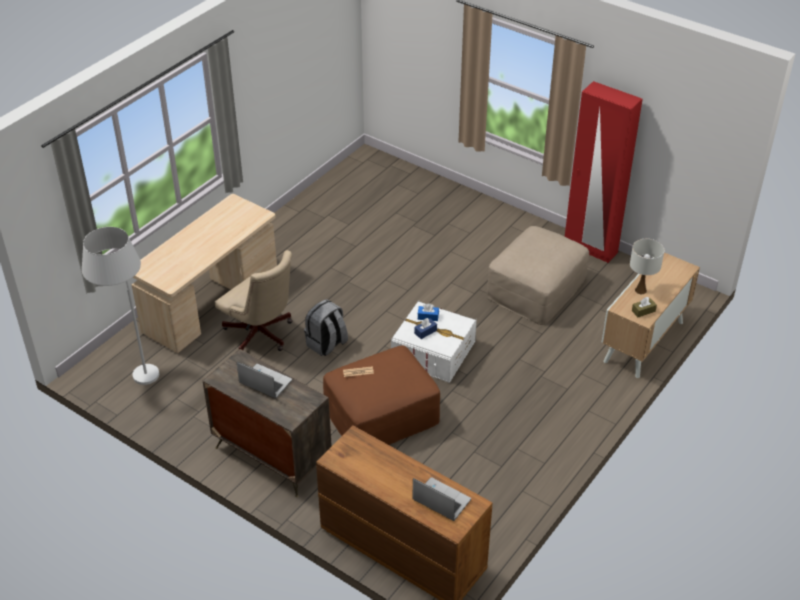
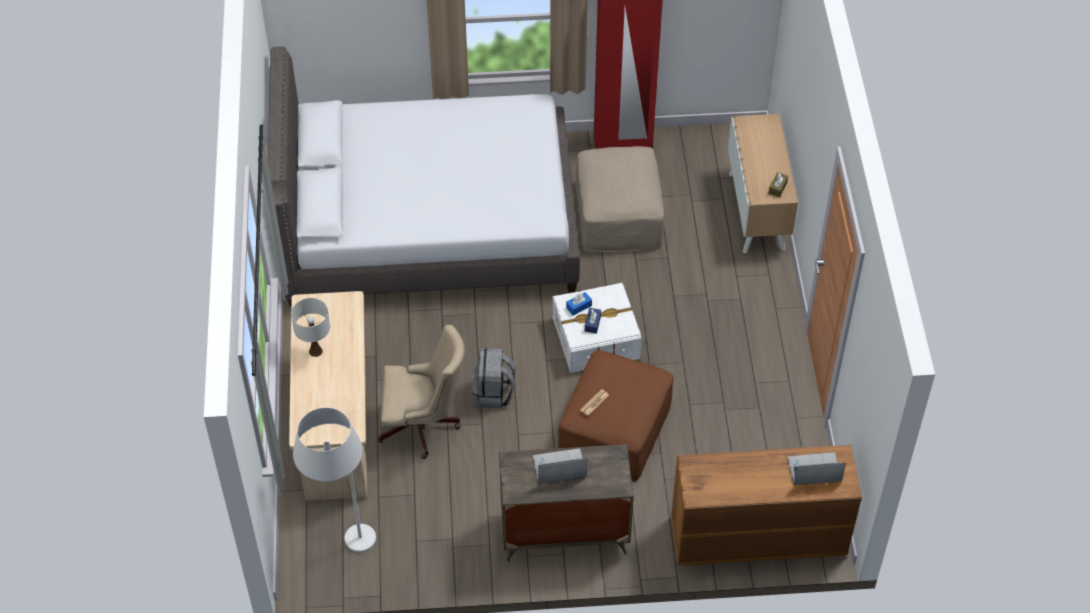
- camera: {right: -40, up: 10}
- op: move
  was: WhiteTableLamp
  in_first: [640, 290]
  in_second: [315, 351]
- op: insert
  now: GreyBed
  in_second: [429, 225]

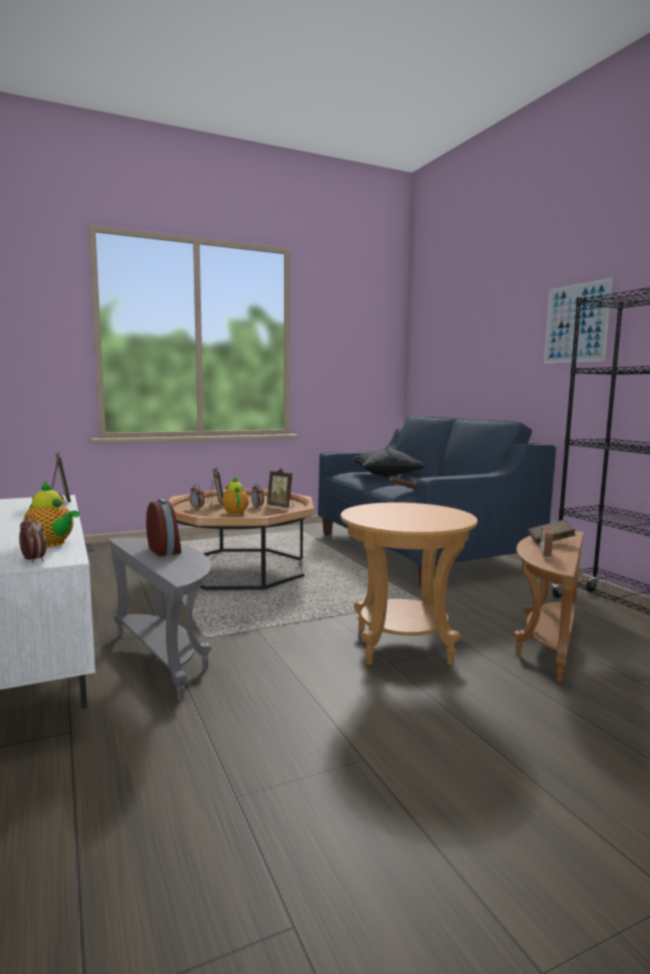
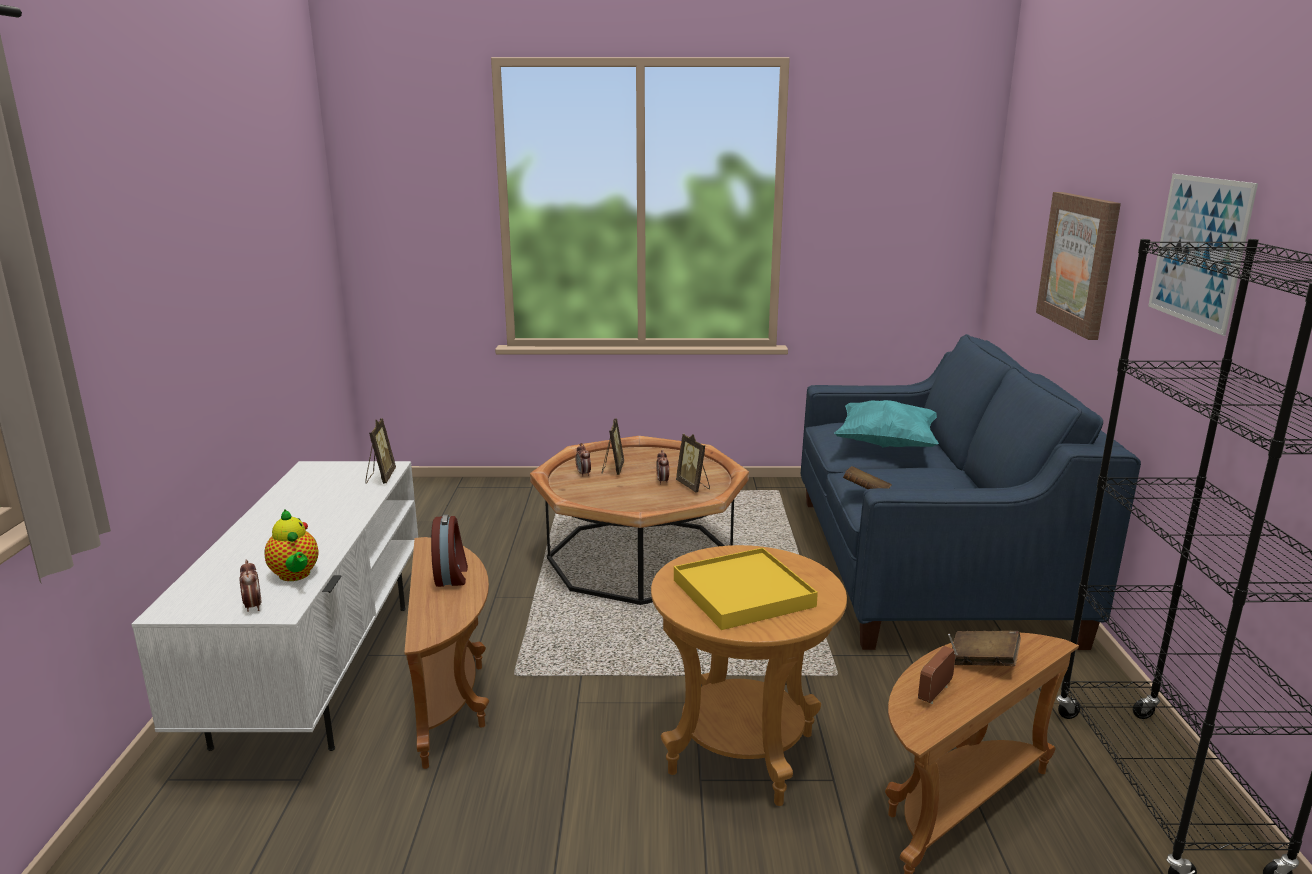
- camera: {right: 25, up: 10}
- op: recolor
  was: GreySideTable
  now: BrownSideTable
  in_first: [166, 658]
  in_second: [452, 698]
- op: delete
  was: Teapot
  in_first: [235, 512]
- op: recolor
  was: BlackPillow
  now: TurquoisePillow
  in_first: [386, 476]
  in_second: [886, 445]
- op: insert
  now: YellowTray
  in_second: [742, 593]
- op: insert
  now: Picture
  in_second: [1079, 262]

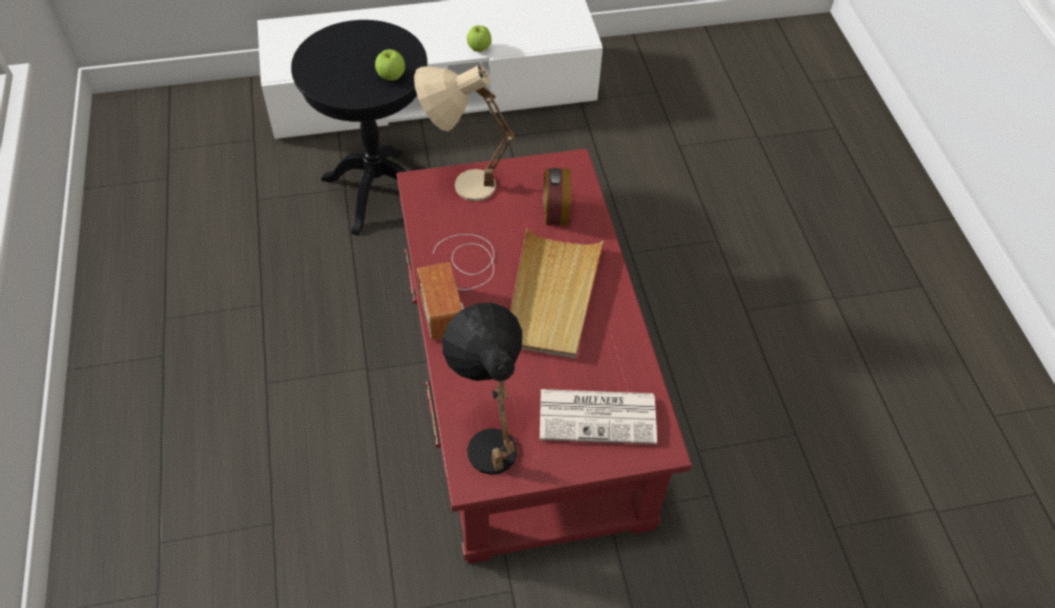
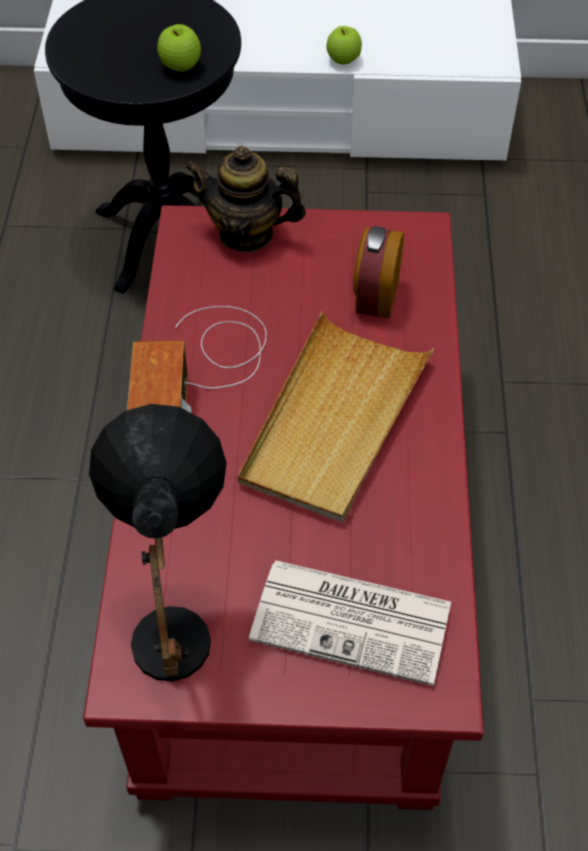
- camera: {right: 15, up: 0}
- op: replace
  was: BeigeTableLamp
  now: Teapot
  in_first: [459, 183]
  in_second: [246, 234]

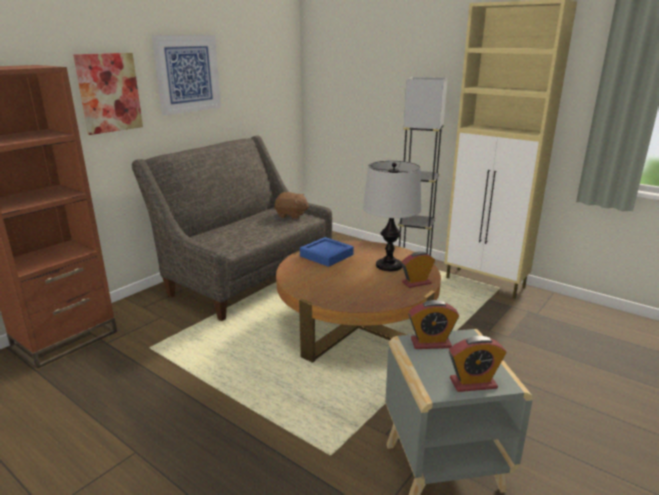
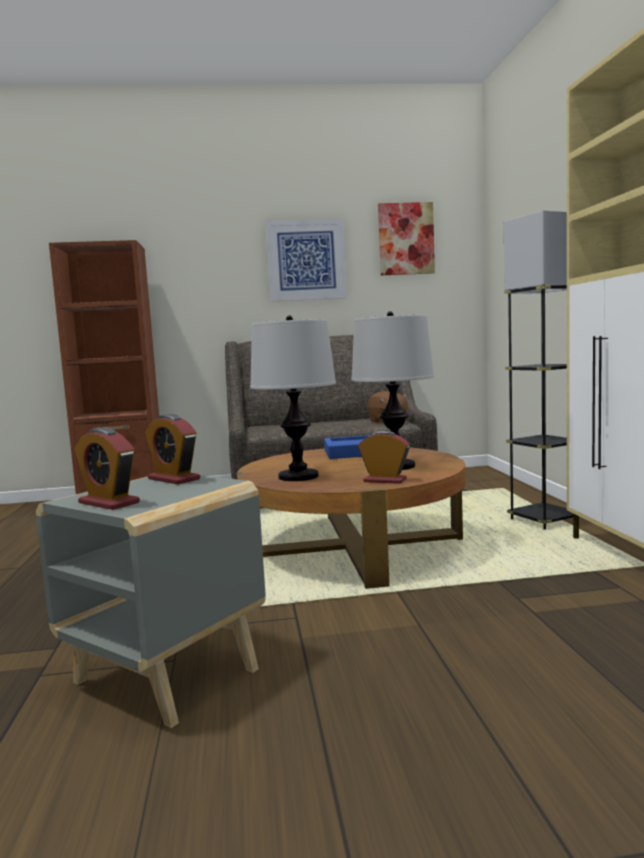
- camera: {right: 45, up: -15}
- op: move
  was: Picture
  in_first: [109, 93]
  in_second: [406, 239]
- op: insert
  now: TableLamp
  in_second: [297, 476]

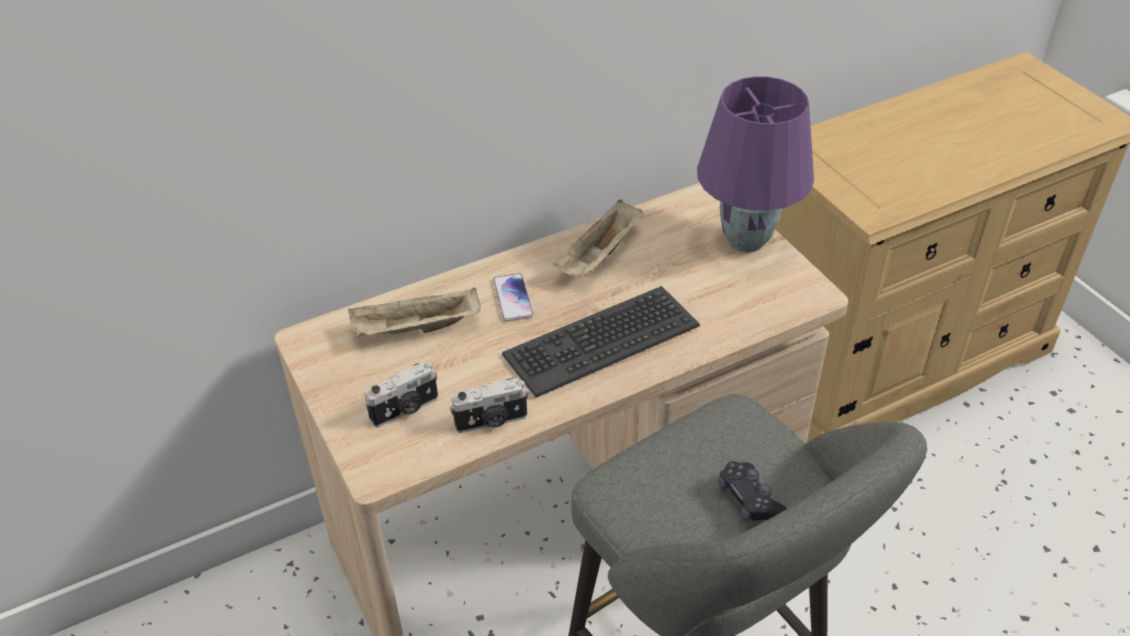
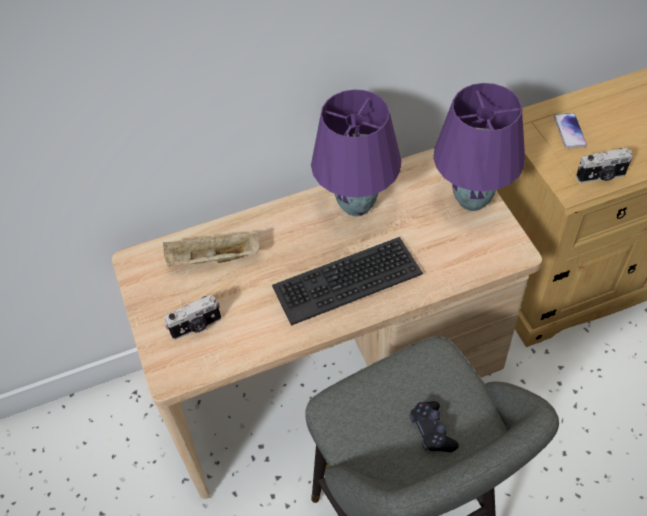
- camera: {right: 10, up: 10}
- op: move
  was: PhotoCamera
  in_first: [491, 422]
  in_second: [601, 177]
- op: move
  was: Phone
  in_first: [512, 298]
  in_second: [569, 131]
- op: replace
  was: BeigeTray
  now: PurpleTableLamp
  in_first: [600, 256]
  in_second: [357, 206]

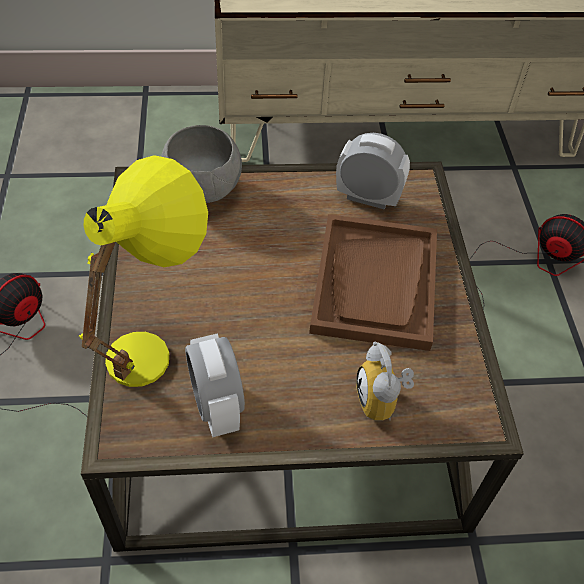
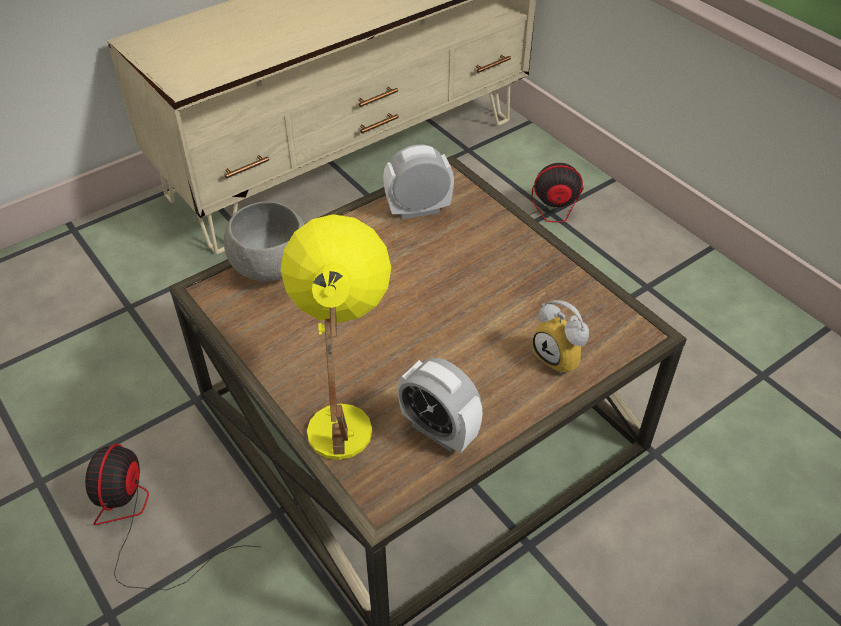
- camera: {right: -30, up: -5}
- op: delete
  was: BrownTray
  in_first: [375, 283]

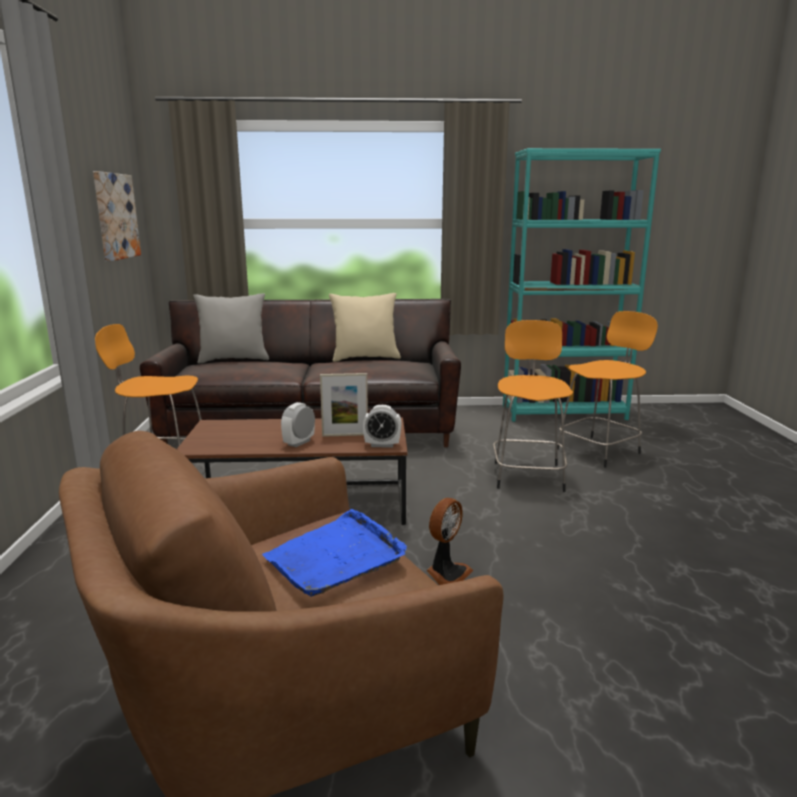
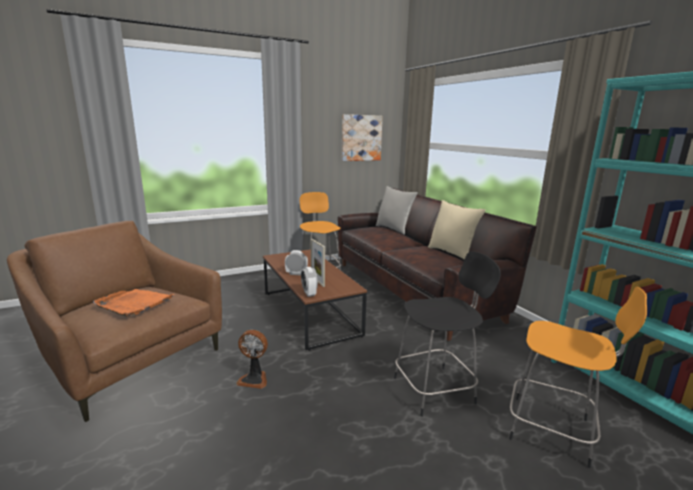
- camera: {right: 65, up: 0}
- op: recolor
  was: BlueTray
  now: OrangeTray
  in_first: [336, 557]
  in_second: [134, 303]
- op: recolor
  was: OrangeStool
  now: BlackStool
  in_first: [528, 475]
  in_second: [436, 389]

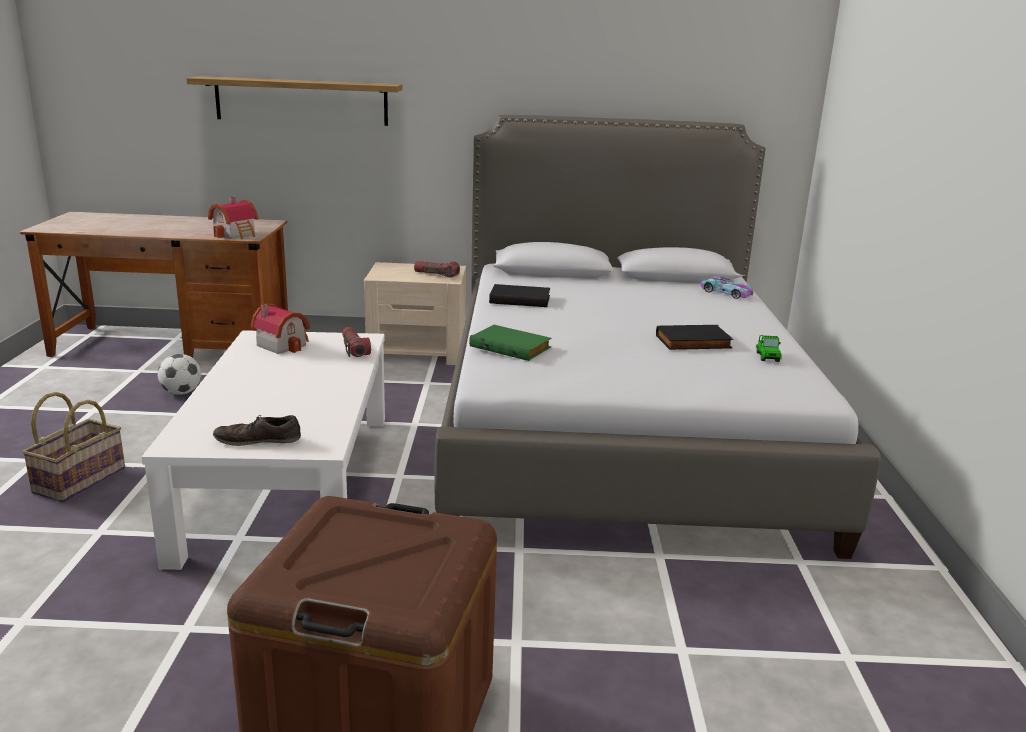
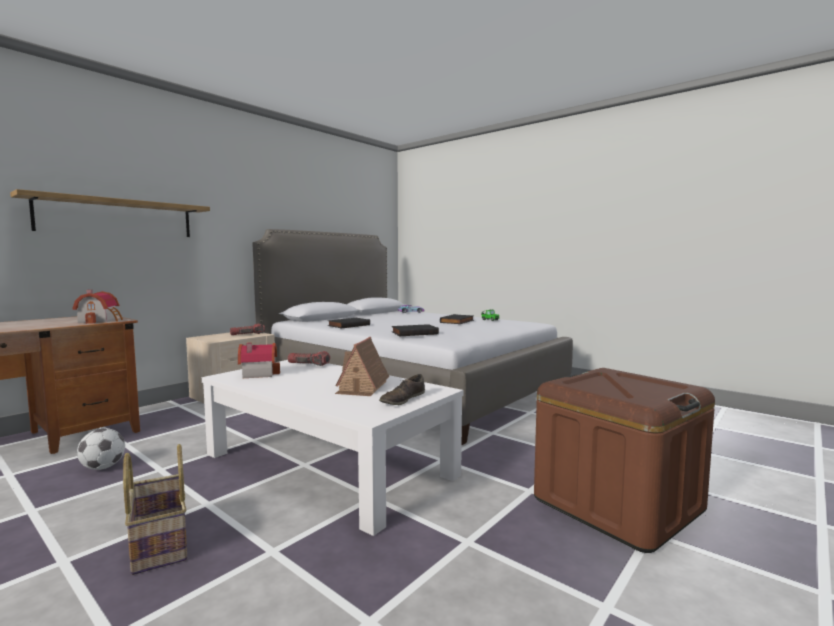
- camera: {right: -50, up: -15}
- op: recolor
  was: GreenBook
  now: BlackBook
  in_first: [511, 346]
  in_second: [414, 333]
- op: insert
  now: ToyHouse
  in_second: [362, 387]

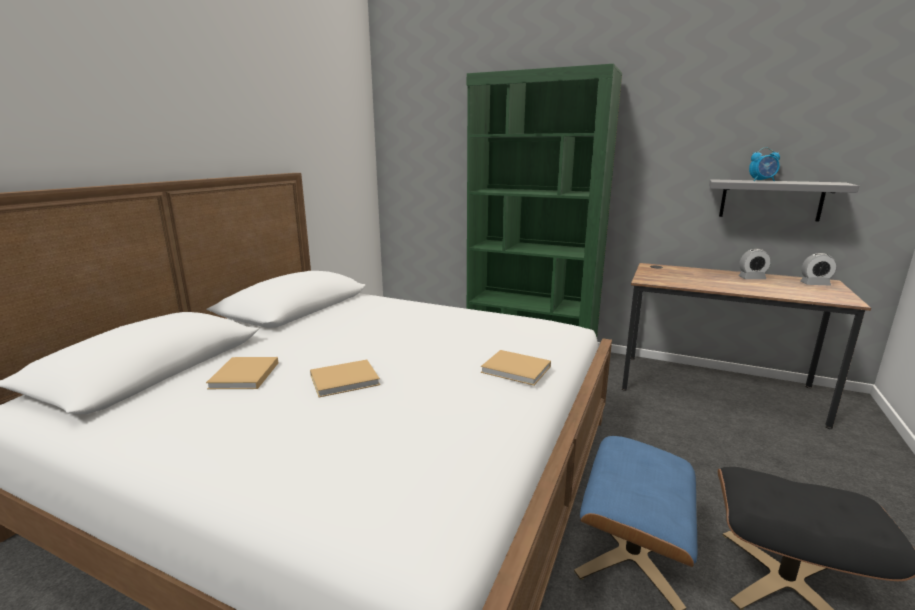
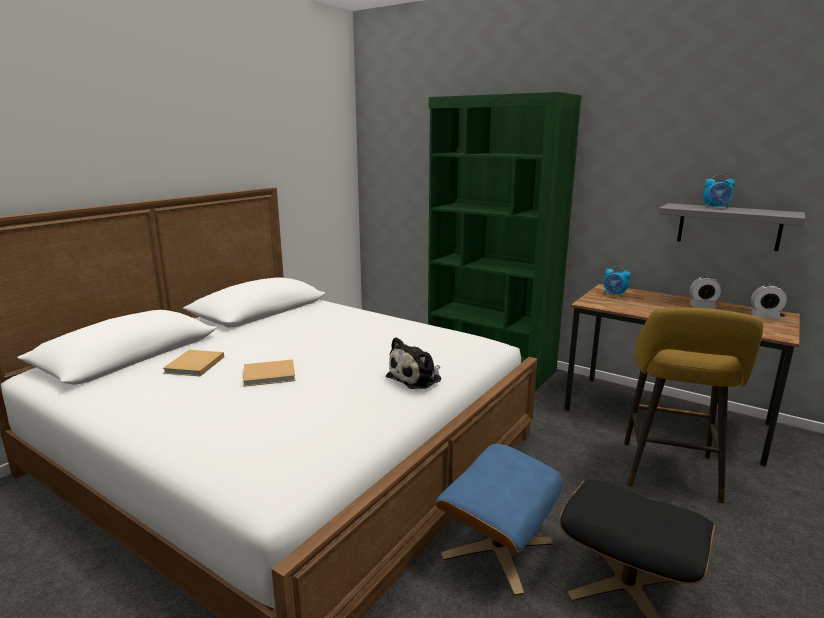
- camera: {right: 10, up: 0}
- op: replace
  was: BeigeBook
  now: PlushToy
  in_first: [517, 370]
  in_second: [416, 378]
- op: insert
  now: AlarmClock
  in_second: [614, 295]
- op: insert
  now: YellowStool
  in_second: [670, 474]

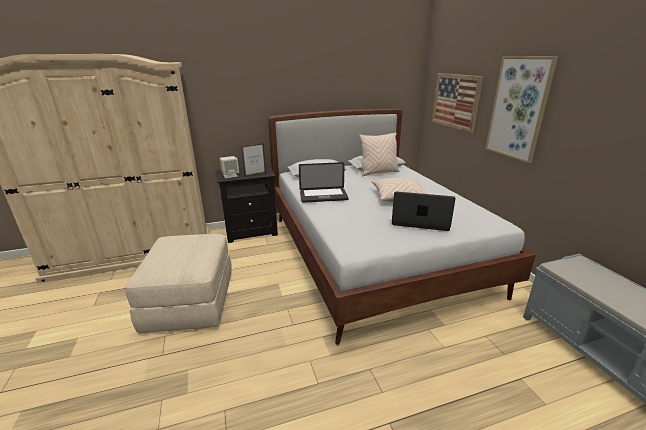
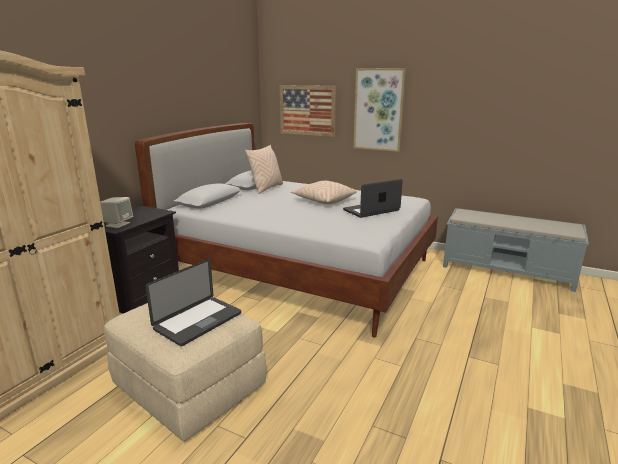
- camera: {right: -45, up: -5}
- op: delete
  was: PictureFrame
  in_first: [255, 174]
- op: move
  was: Laptop
  in_first: [323, 196]
  in_second: [198, 321]

